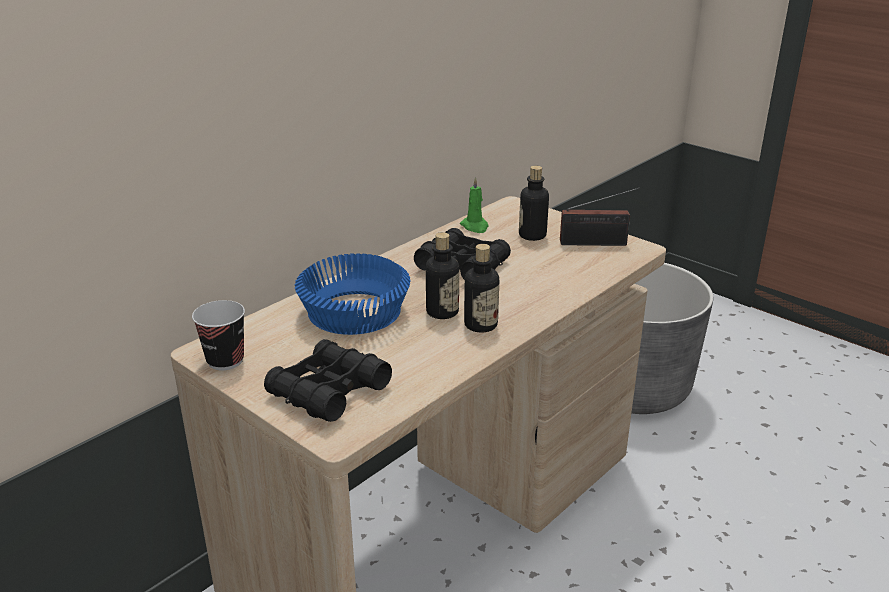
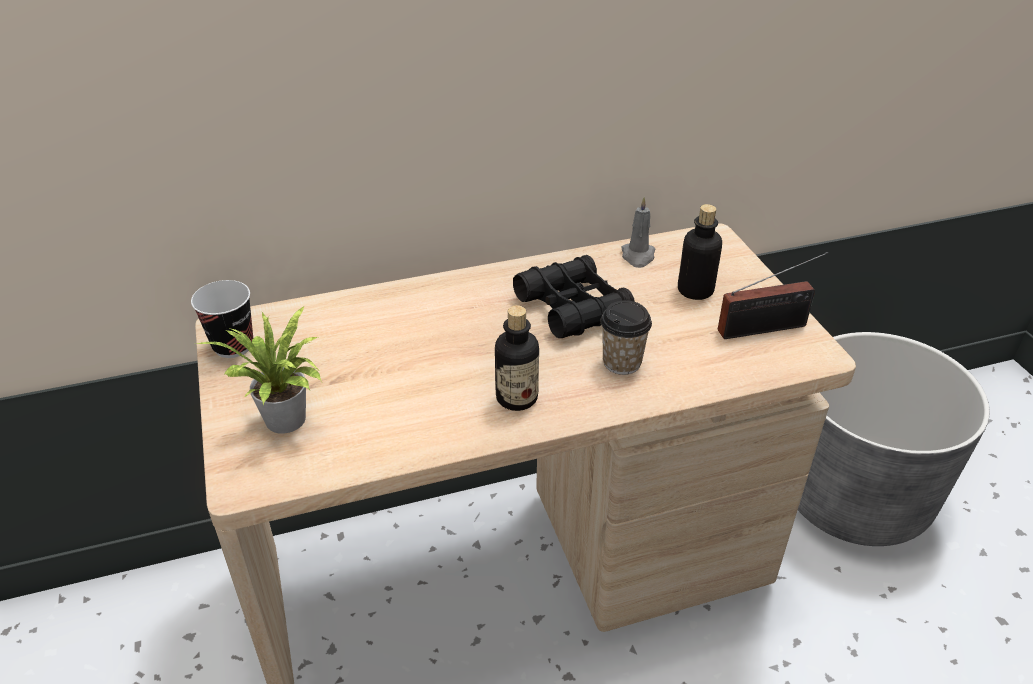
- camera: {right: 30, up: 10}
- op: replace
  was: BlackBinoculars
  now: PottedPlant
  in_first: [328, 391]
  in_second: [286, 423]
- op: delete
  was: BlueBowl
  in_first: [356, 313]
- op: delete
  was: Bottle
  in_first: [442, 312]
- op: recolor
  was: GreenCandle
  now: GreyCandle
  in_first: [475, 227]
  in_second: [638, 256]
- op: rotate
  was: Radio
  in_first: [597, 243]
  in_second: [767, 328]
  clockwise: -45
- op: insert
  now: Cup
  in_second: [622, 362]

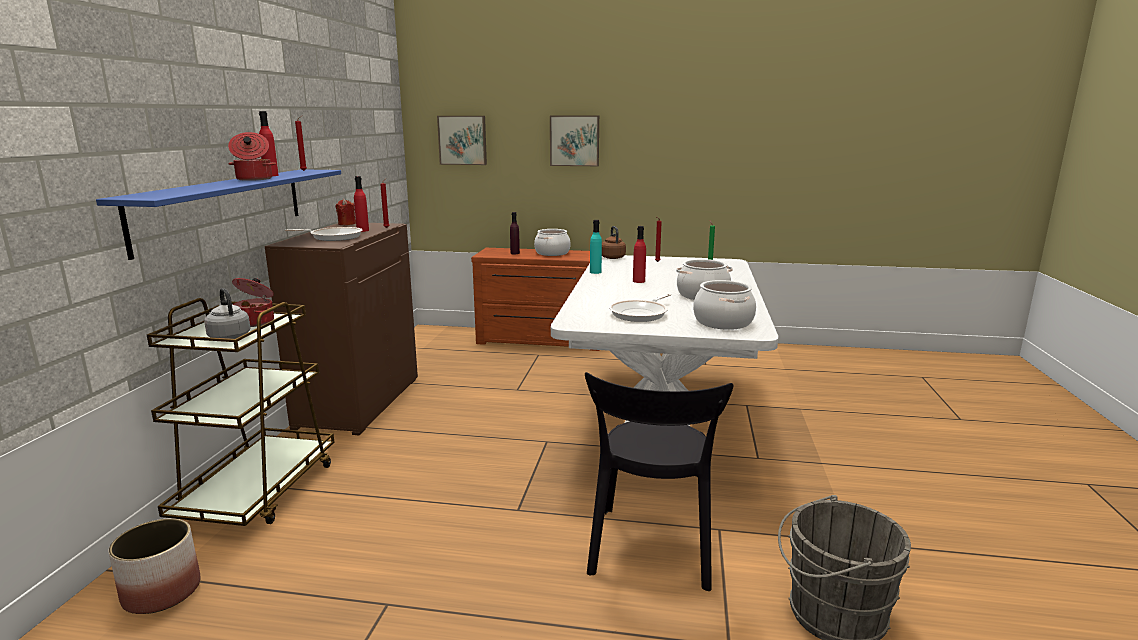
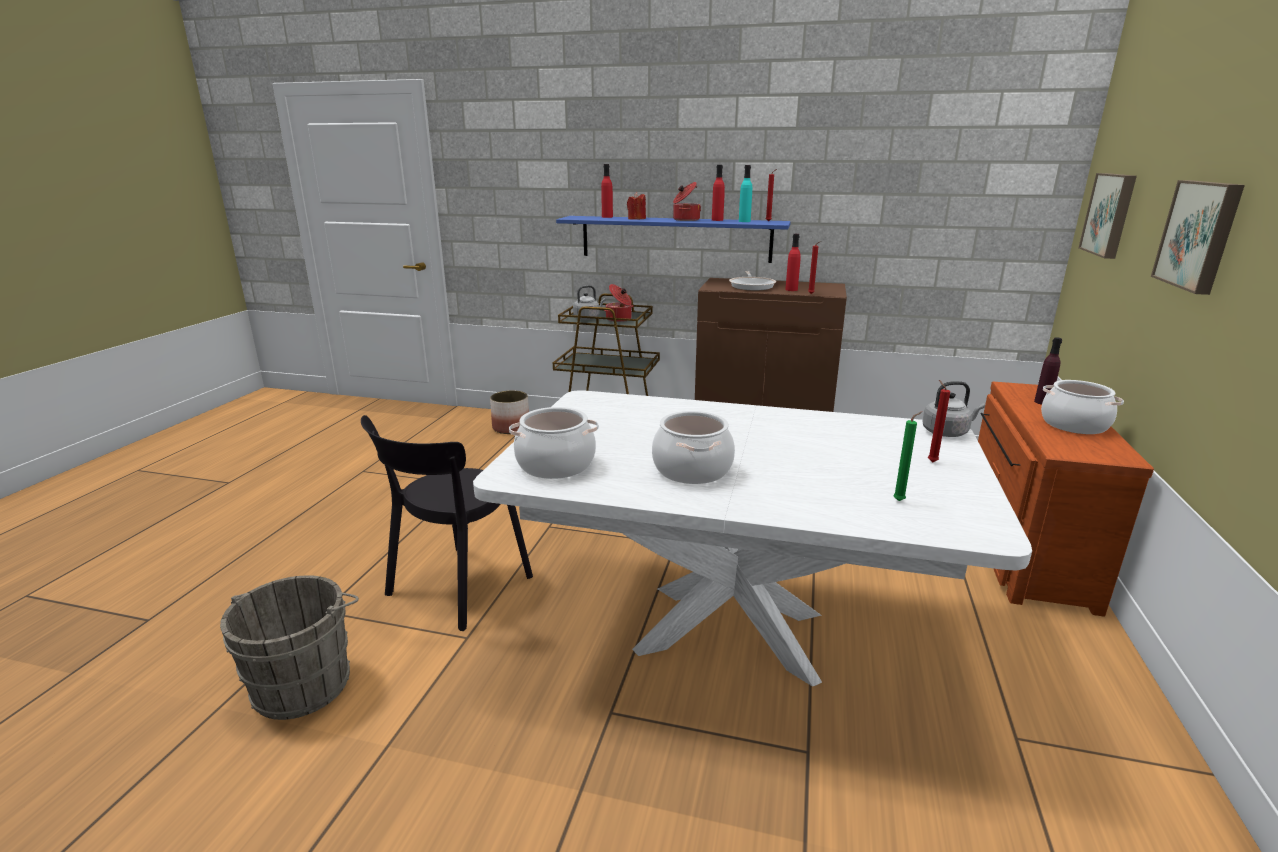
- camera: {right: 95, up: 5}
- op: move
  was: RedCandle
  in_first: [347, 224]
  in_second: [636, 219]
- op: rotate
  was: BlackChair
  in_first: [651, 552]
  in_second: [455, 589]
  clockwise: -75
- op: move
  was: TurquoiseBottle
  in_first: [595, 272]
  in_second: [744, 221]
- op: recolor
  was: BrownKettle
  now: GreyKettle
  in_first: [612, 257]
  in_second: [947, 432]
- op: delete
  was: FryingPan
  in_first: [641, 314]
- op: move
  was: RedBottle
  in_first: [638, 281]
  in_second: [607, 217]

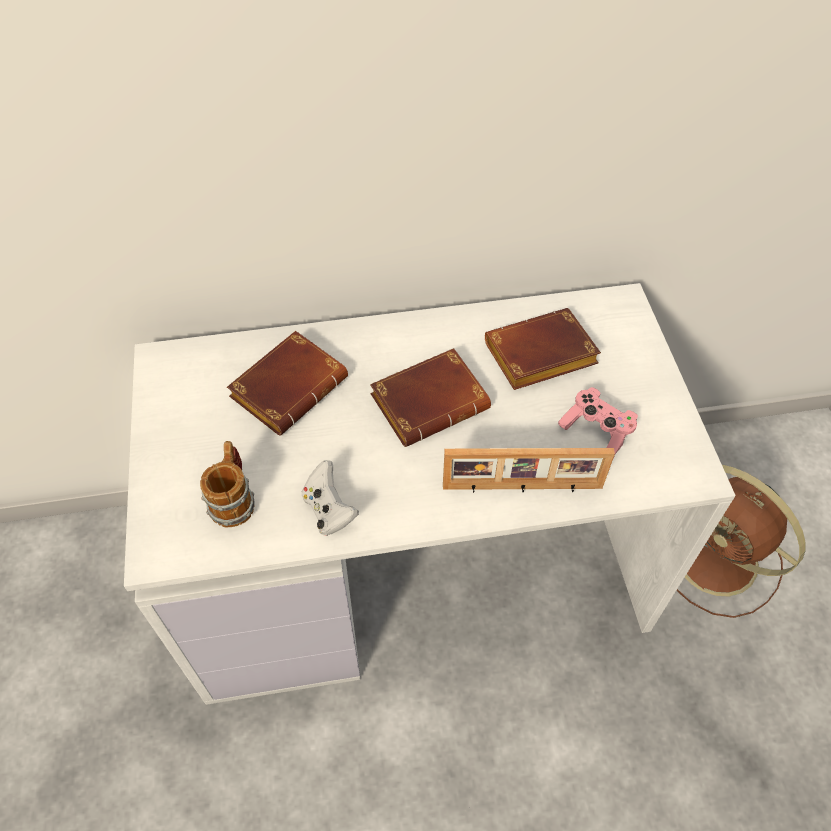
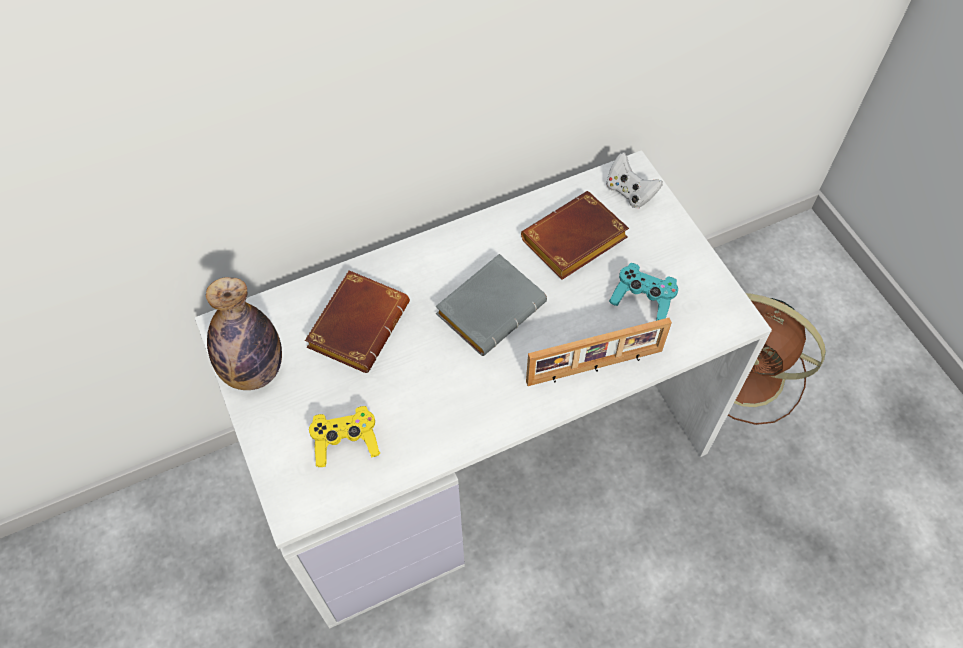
- camera: {right: -15, up: 5}
- op: replace
  was: Mug
  now: YellowGameController
  in_first: [234, 498]
  in_second: [346, 441]
- op: move
  was: WhiteGameController
  in_first: [329, 510]
  in_second: [629, 192]
- op: recolor
  was: BrownBook
  now: GreyBook
  in_first: [430, 400]
  in_second: [491, 306]
- op: recolor
  was: PinkGameController
  now: TurquoiseGameController
  in_first: [597, 430]
  in_second: [643, 299]
- op: insert
  now: Bottle
  in_second: [254, 371]

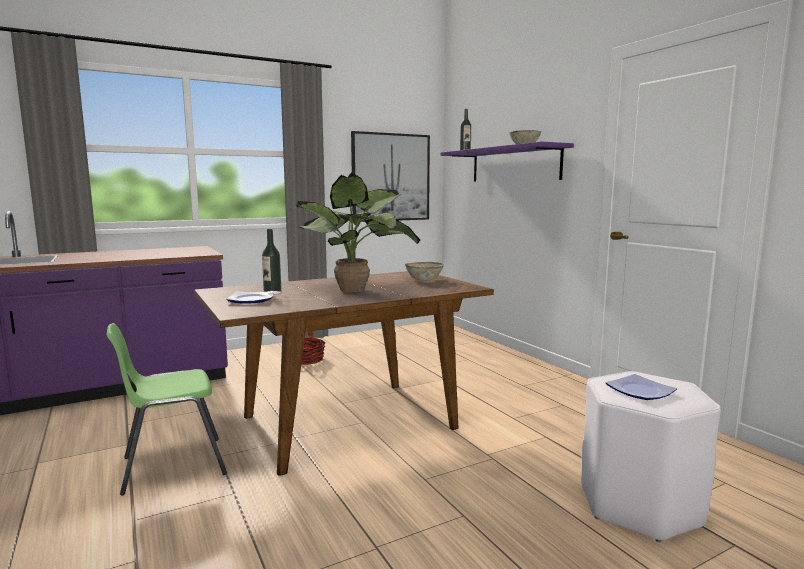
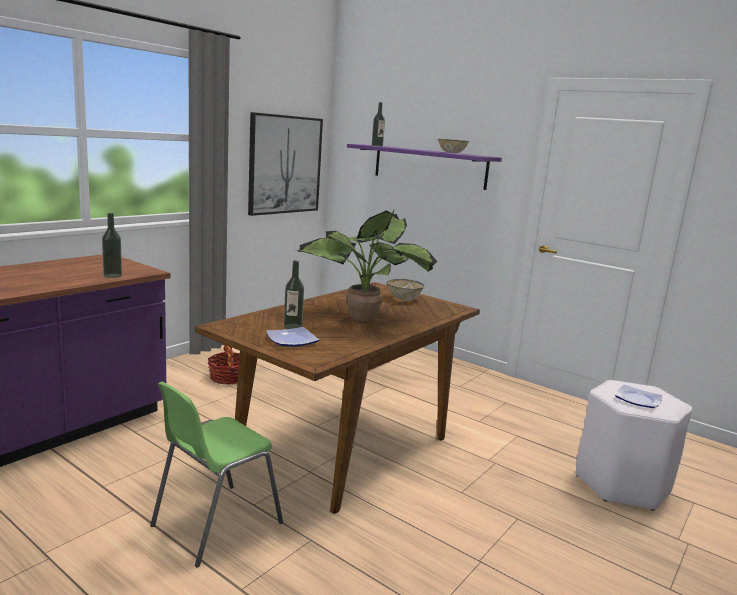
- camera: {right: -25, up: 5}
- op: insert
  now: Bottle
  in_second: [112, 276]

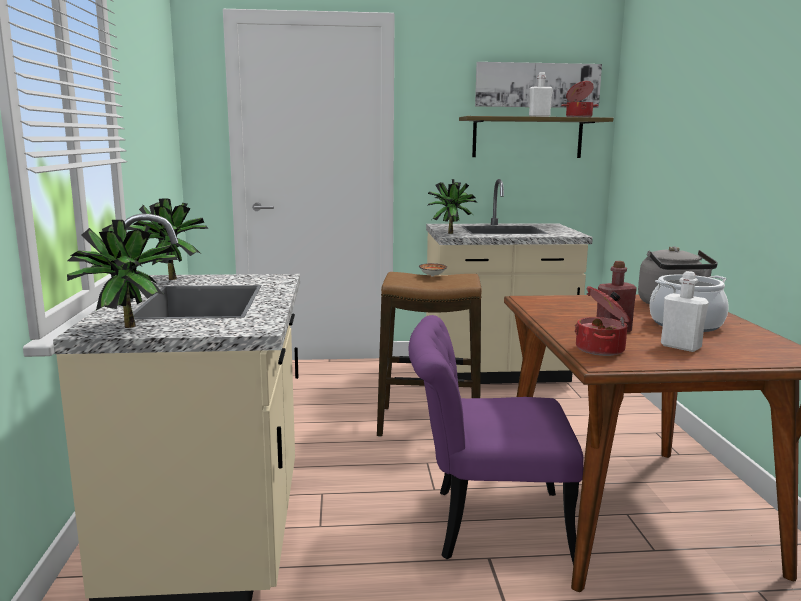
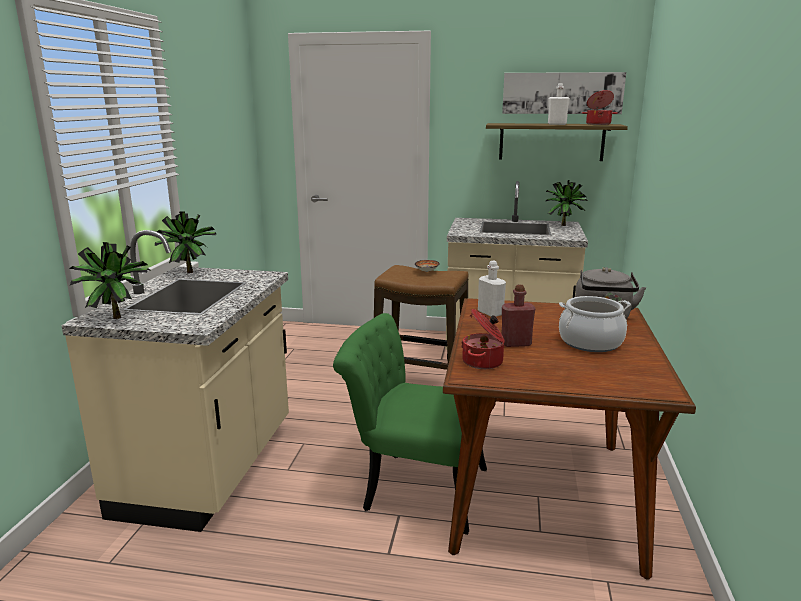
- camera: {right: 15, up: 5}
- op: recolor
  was: PurpleChair
  now: GreenChair
  in_first: [484, 524]
  in_second: [412, 487]
- op: move
  was: PottedPlant
  in_first: [450, 233]
  in_second: [563, 225]
- op: move
  was: WhiteBottle
  in_first: [680, 346]
  in_second: [490, 313]

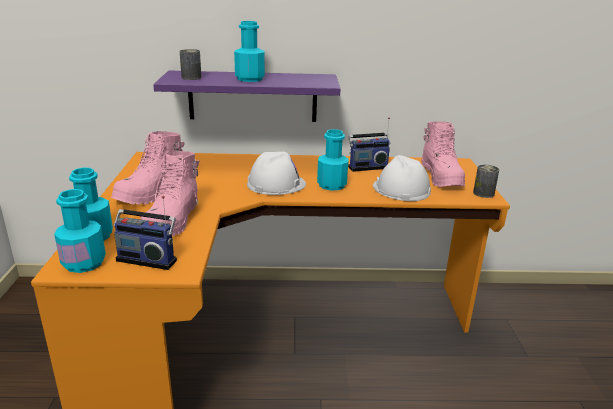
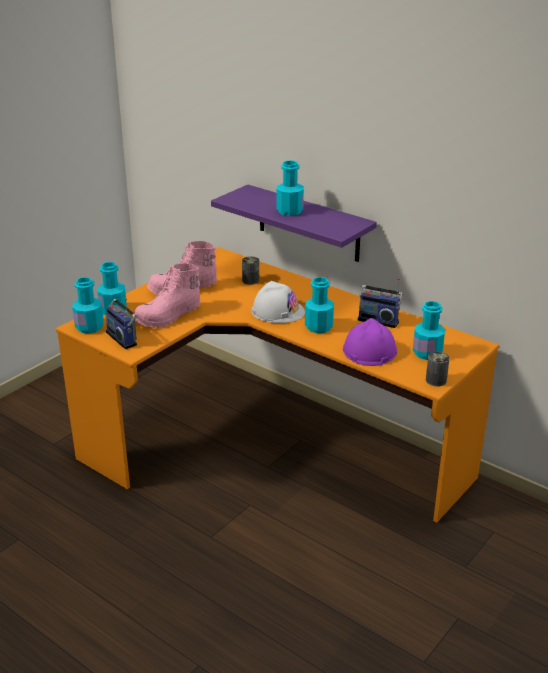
- camera: {right: 40, up: 5}
- op: move
  was: Can
  in_first: [191, 77]
  in_second: [250, 280]
- op: recolor
  was: WhiteHardHat
  now: PurpleHardHat
  in_first: [401, 189]
  in_second: [369, 350]
- op: replace
  was: PinkBoot
  now: TurquoiseBottle
  in_first: [441, 177]
  in_second: [427, 353]

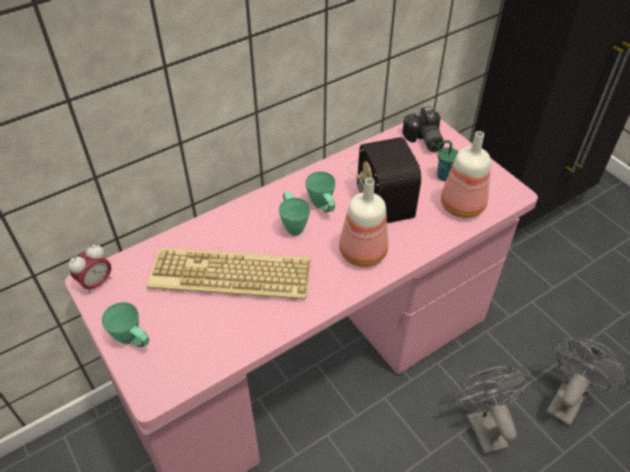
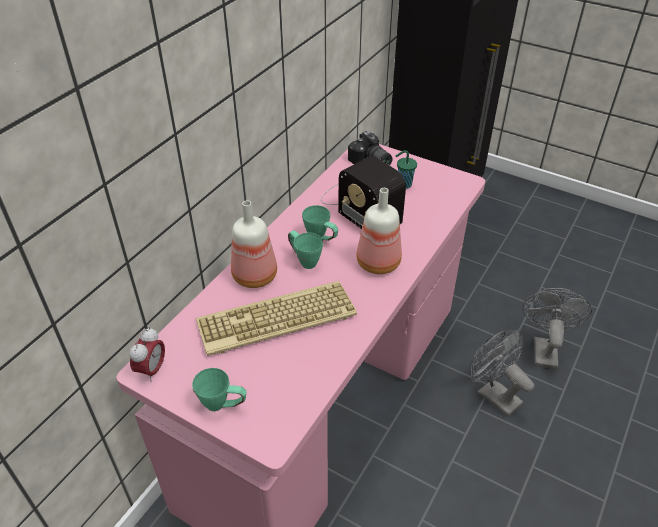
- camera: {right: -25, up: -5}
- op: move
  was: Bottle
  in_first: [462, 204]
  in_second: [254, 275]

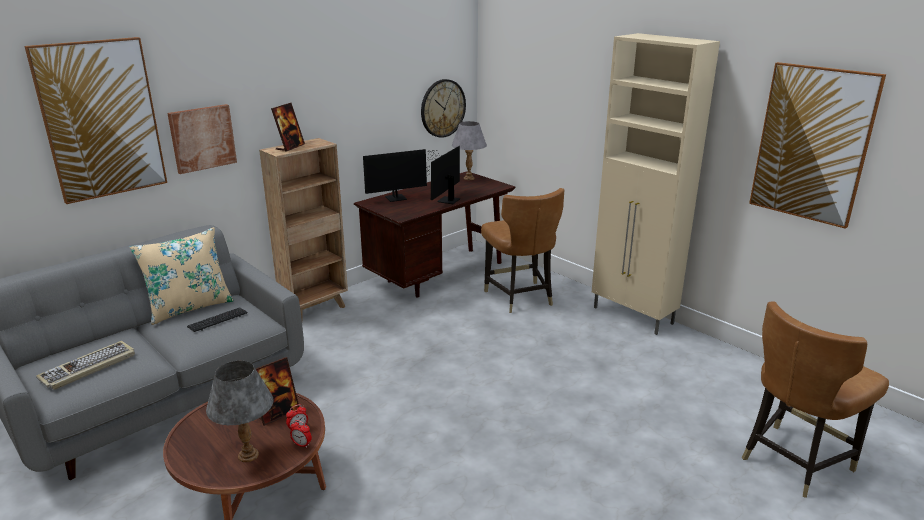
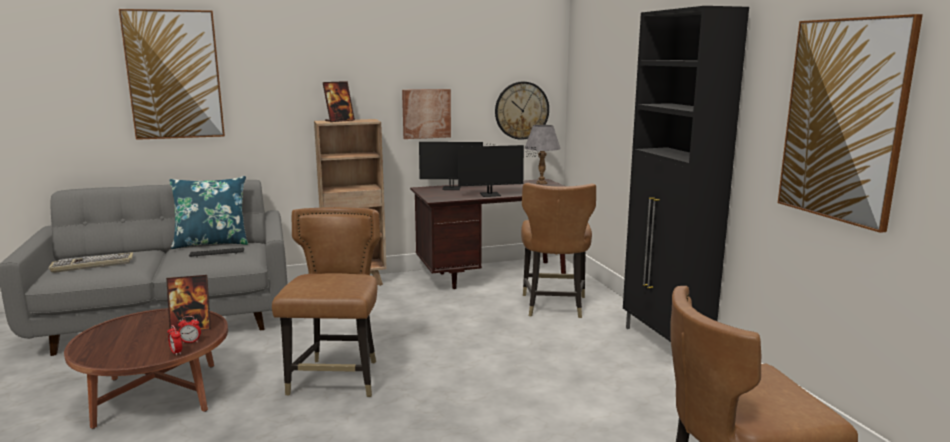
- camera: {right: 25, up: -10}
- op: recolor
  was: BeigePillow
  now: BluePillow
  in_first: [189, 307]
  in_second: [212, 243]
- op: move
  was: Picture
  in_first: [202, 138]
  in_second: [426, 113]
- op: delete
  was: GreyTableLamp
  in_first: [248, 455]
- op: rotate
  was: Monitor
  in_first: [446, 201]
  in_second: [493, 194]
  clockwise: -150
- op: recolor
  was: BeigeCabinet
  now: BlackCabinet
  in_first: [633, 316]
  in_second: [665, 343]
- op: insert
  now: BrownChair
  in_second: [337, 378]

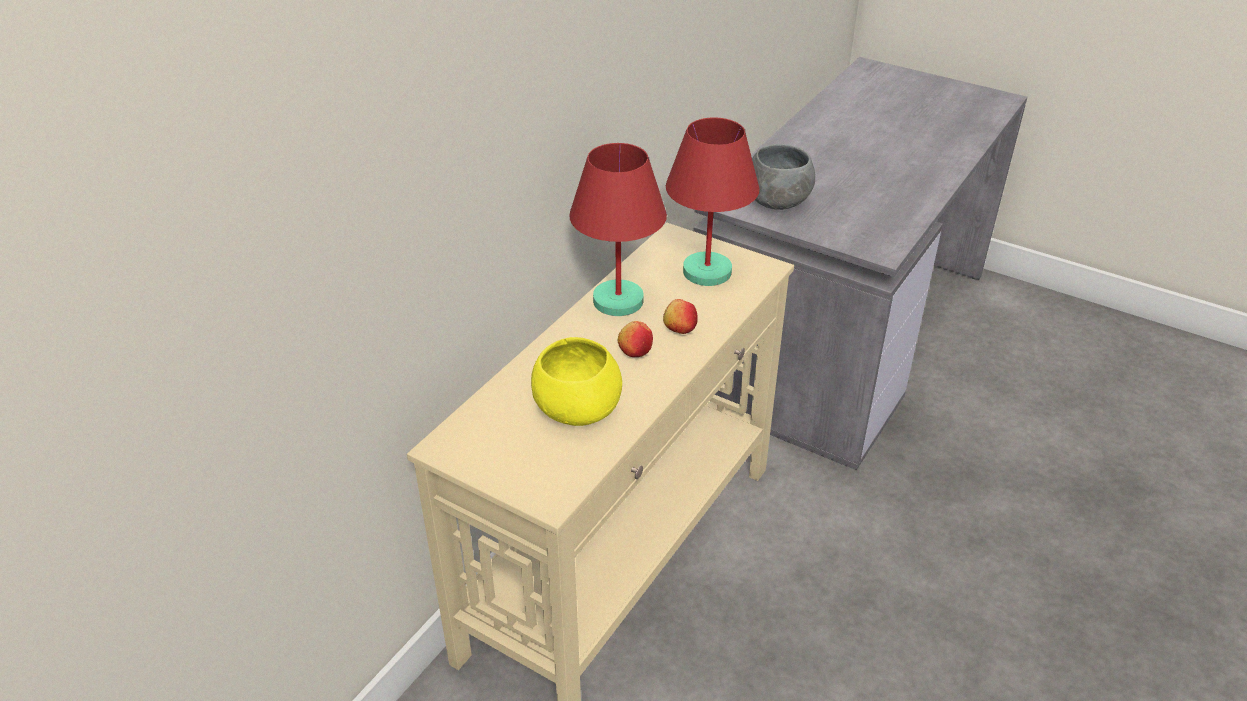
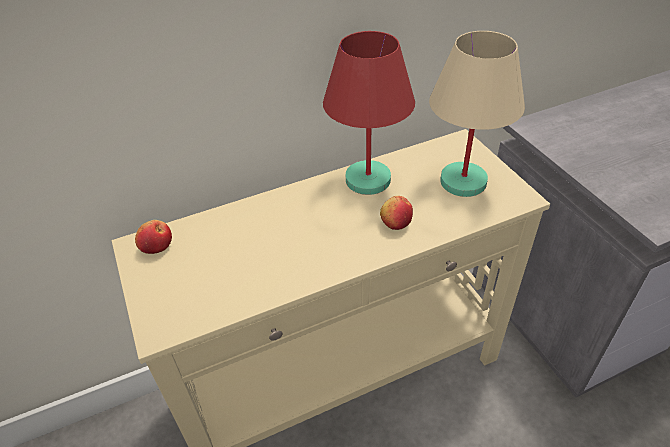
- camera: {right: 35, up: 5}
- op: delete
  was: YellowBowl
  in_first: [577, 410]
- op: move
  was: Apple
  in_first: [635, 351]
  in_second: [157, 246]
- op: recolor
  was: RedTableLamp
  now: BeigeTableLamp
  in_first: [708, 272]
  in_second: [464, 182]
- op: delete
  was: GreyBowl
  in_first: [776, 202]

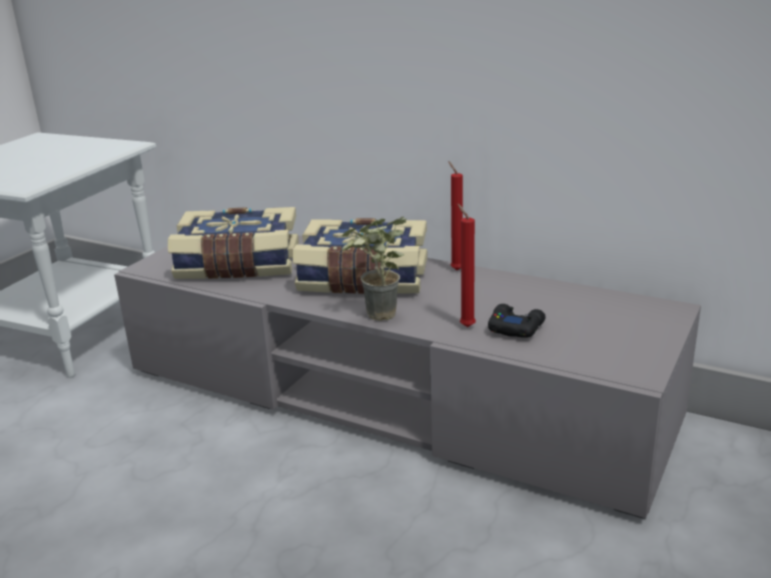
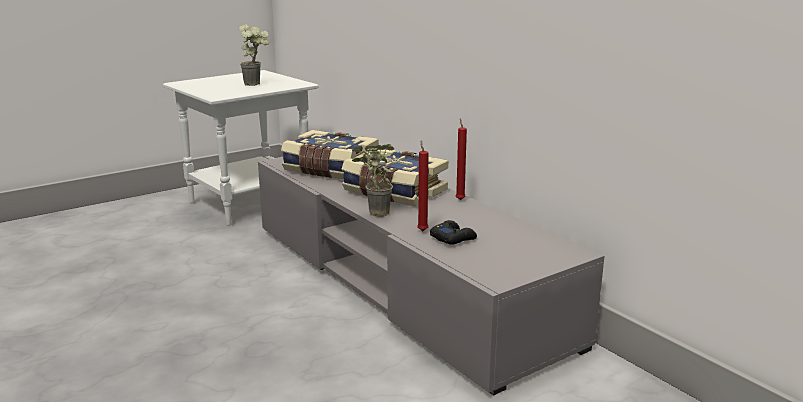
- camera: {right: 25, up: -5}
- op: insert
  now: PottedPlant
  in_second: [257, 84]

